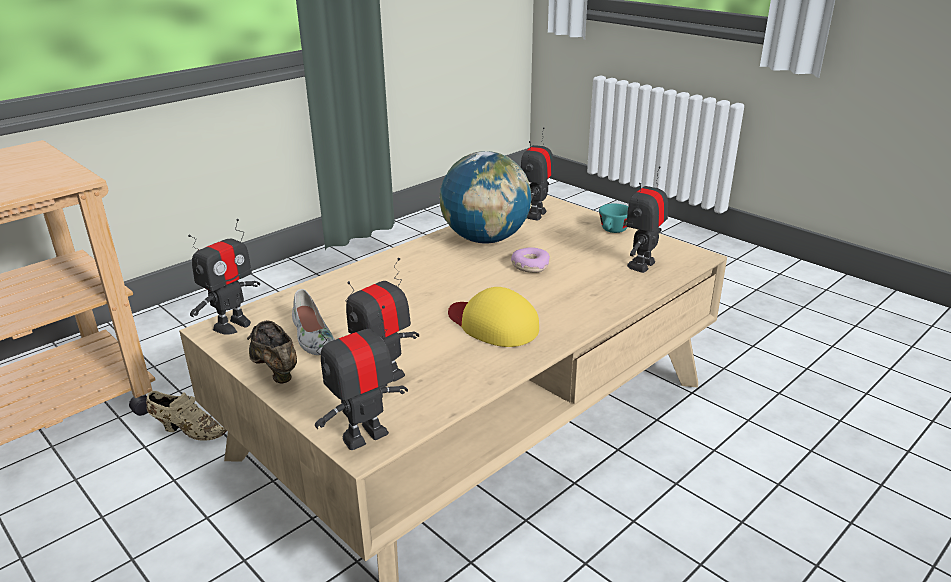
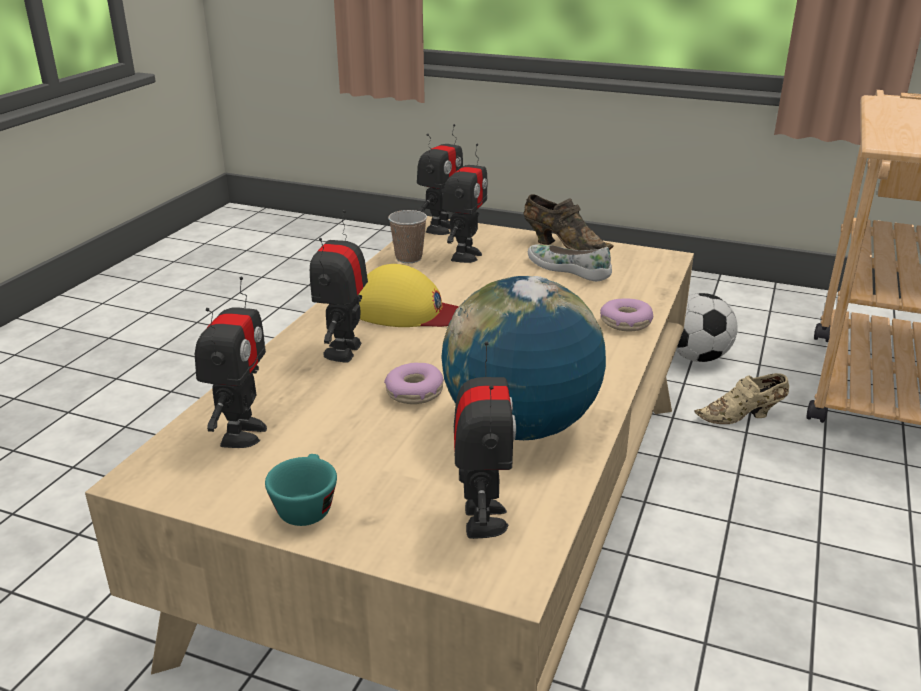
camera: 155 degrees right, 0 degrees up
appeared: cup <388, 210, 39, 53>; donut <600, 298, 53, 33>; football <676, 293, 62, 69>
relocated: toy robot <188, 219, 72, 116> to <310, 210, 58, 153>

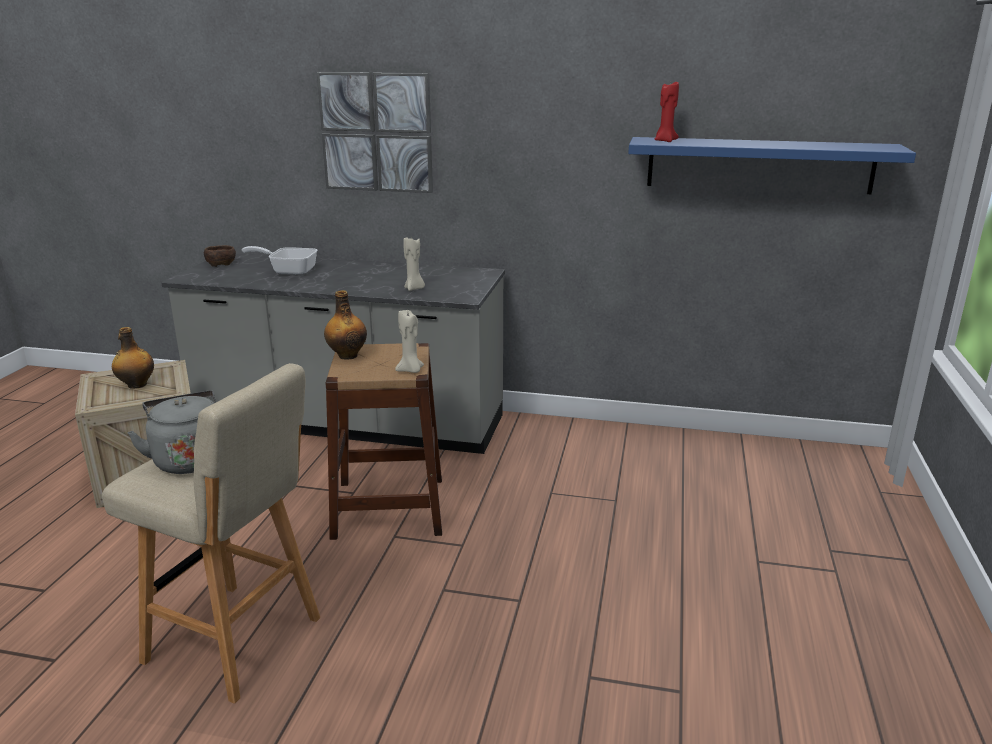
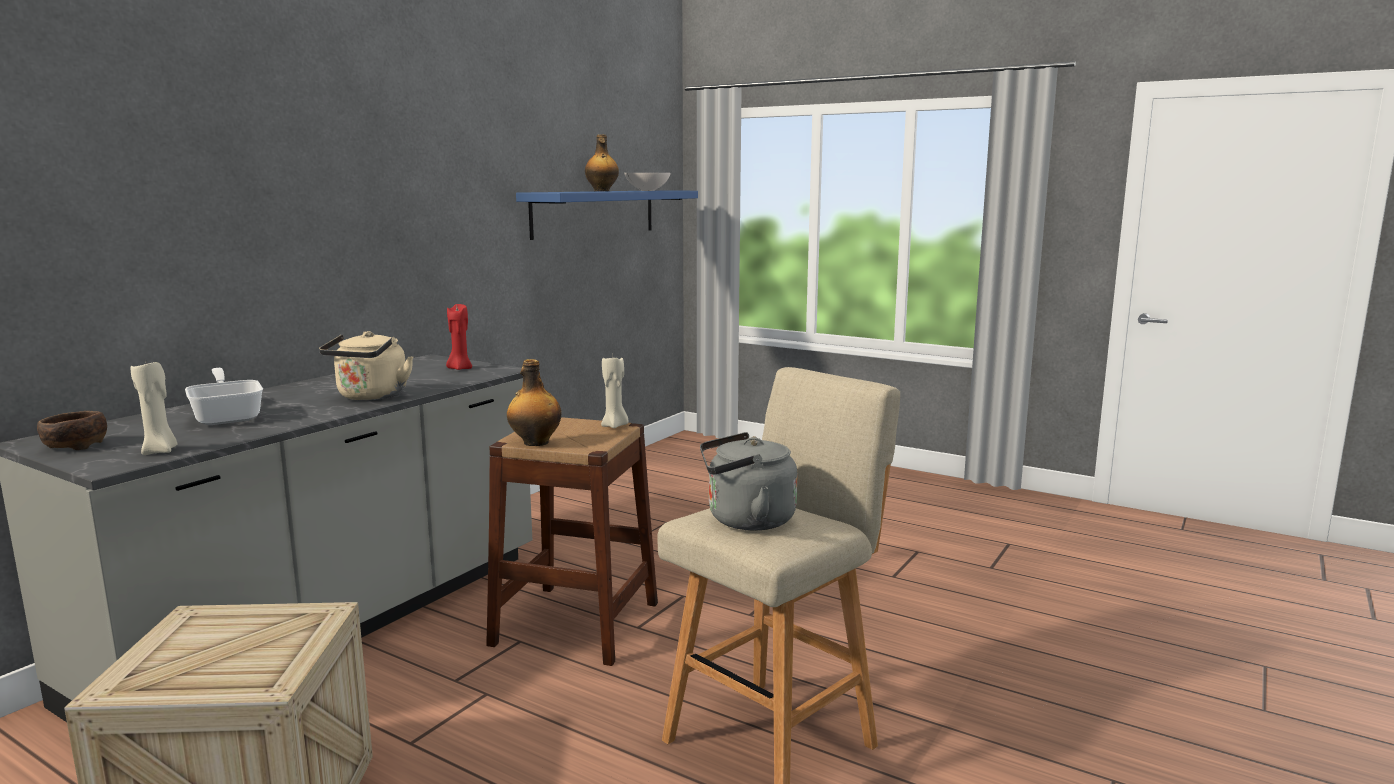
camera: 70 degrees left, 10 degrees down
missing: picture <317, 72, 116, 121>
appeared: beige kettle <319, 331, 94, 69>; white bowl <625, 173, 46, 18>
relocated: bottle <112, 327, 42, 62> to <585, 134, 34, 57>; beige candle <403, 235, 22, 56> to <131, 362, 47, 93>; red candle <655, 80, 24, 62> to <446, 304, 26, 66>
spun: frying pan <242, 246, 76, 29> = <185, 368, 78, 57> 120 degrees clockwise

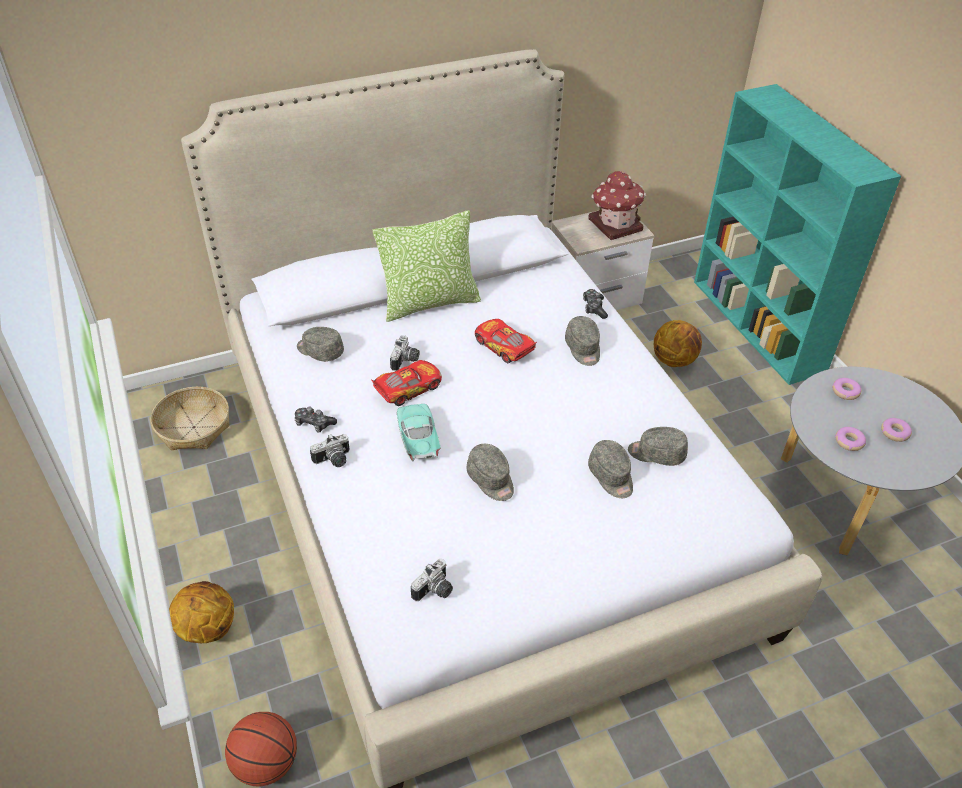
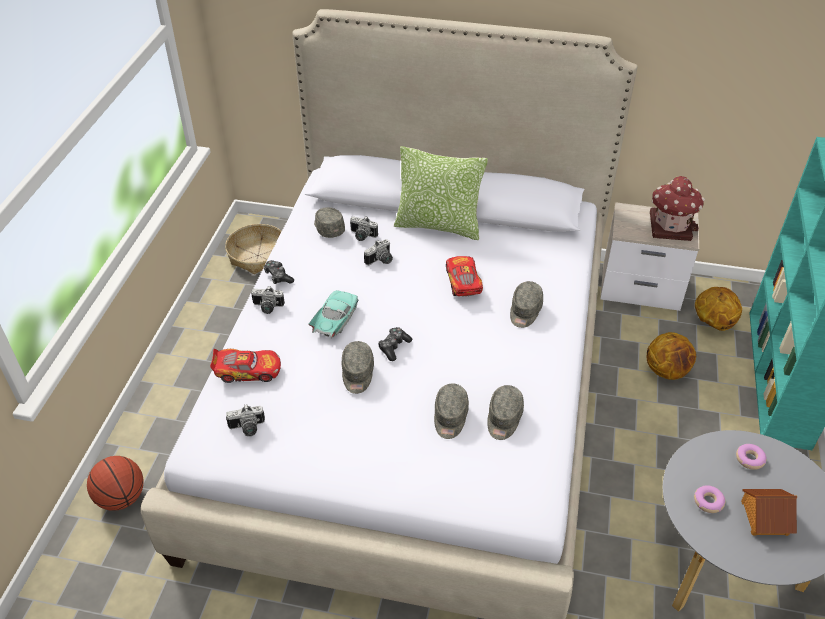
camera: 35 degrees right, 0 degrees up
appeared: photo camera <350, 216, 28, 25>
relocated: basketball <169, 581, 65, 62> to <695, 287, 47, 44>; toy car <371, 360, 71, 46> to <210, 349, 71, 34>; game controller <583, 289, 25, 30> to <378, 327, 34, 34>
exchanged: donut <881, 418, 31, 24> to toy house <741, 489, 56, 47>
spun: grey cap <628, 427, 60, 39> = <487, 385, 37, 55> 120 degrees counterclockwise

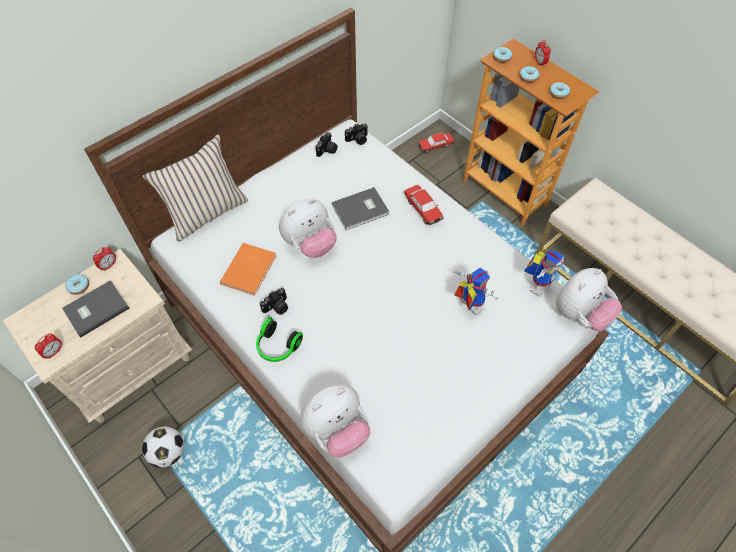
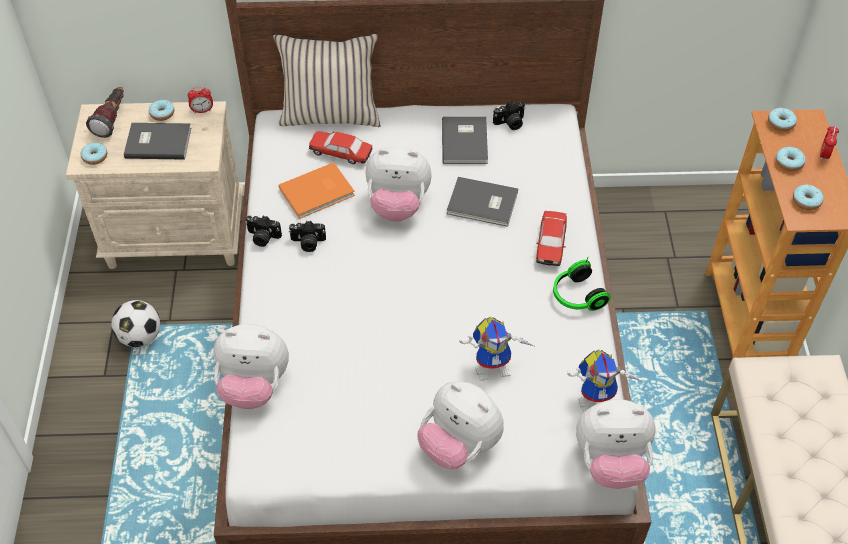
camera: 40 degrees right, 5 degrees down
appeared: flashlight <86, 87, 38, 51>; plush toy <418, 381, 86, 88>; grey book <442, 116, 46, 48>
relocated: headphones <256, 315, 47, 47> to <553, 257, 58, 54>; photo camera <345, 123, 23, 22> to <245, 215, 37, 32>; toy car <418, 133, 37, 20> to <309, 131, 64, 33>
exchanged: alarm clock <35, 334, 27, 25> to donut <80, 143, 27, 22>
spun: toy robot <454, 268, 45, 48> = <459, 317, 77, 64> 75 degrees clockwise

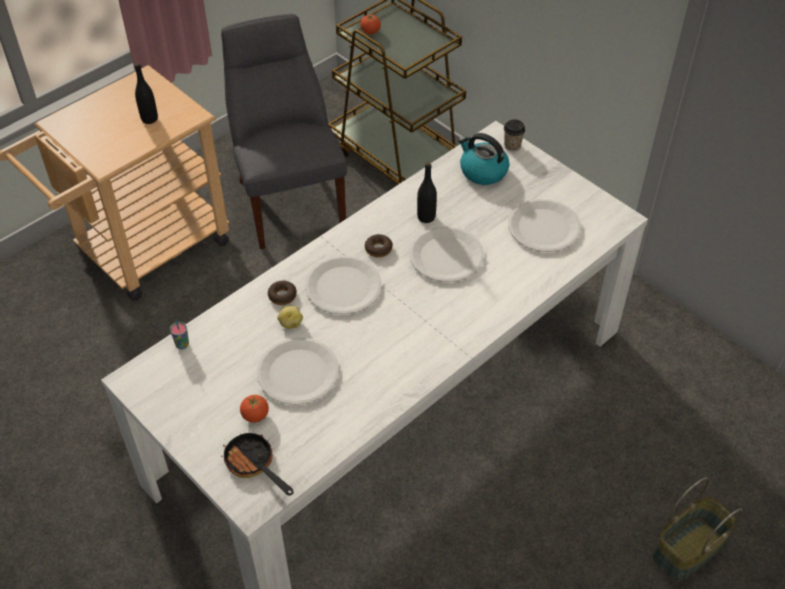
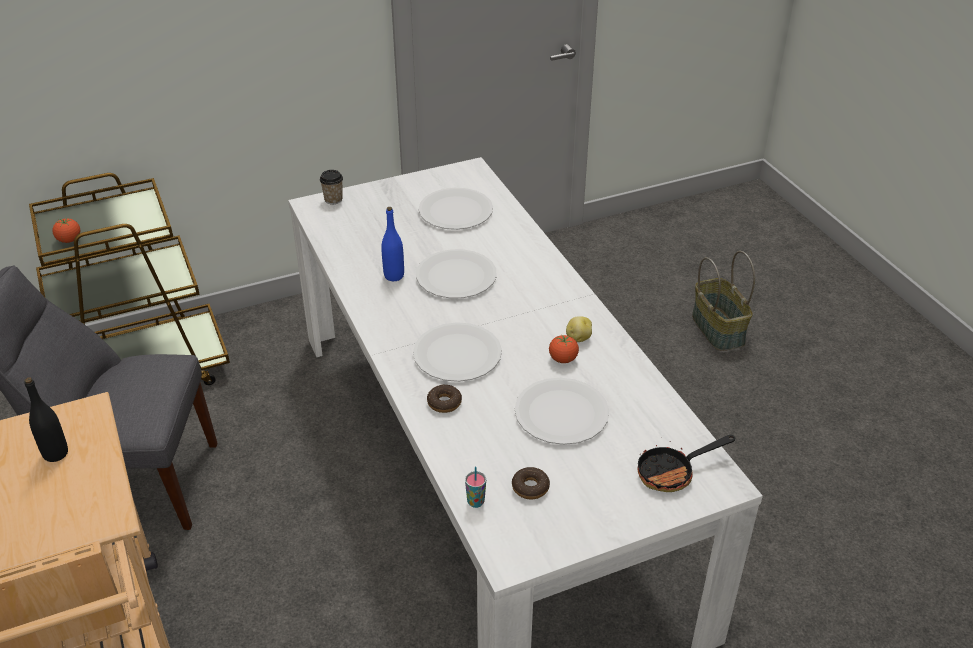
camera: 70 degrees left, 10 degrees down
missing: kettle <458, 133, 51, 52>
relocated: tomato <240, 395, 29, 28> to <549, 335, 30, 28>; potato <277, 306, 26, 23> to <566, 316, 26, 26>; donut <365, 234, 28, 24> to <512, 467, 38, 32>
colour: black bottle <417, 162, 20, 61> to blue bottle <381, 207, 23, 74>

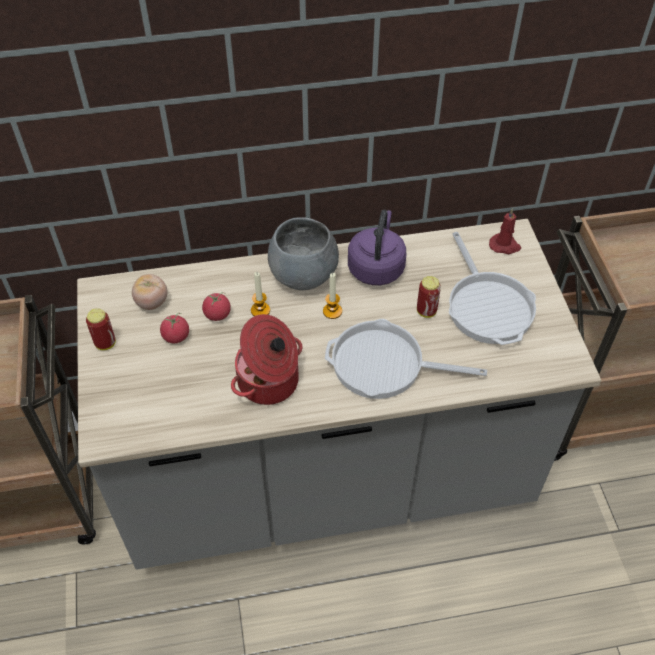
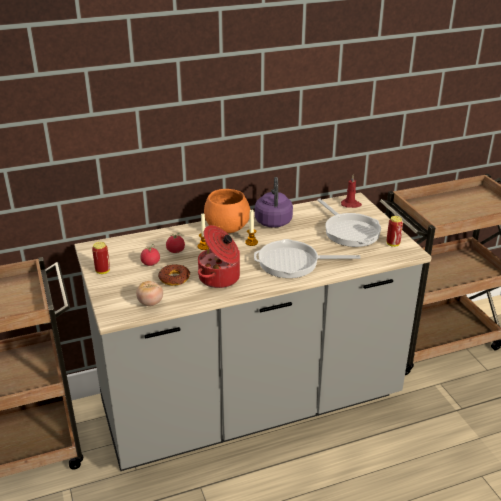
camera: 10 degrees left, 20 degrees down
appeared: donut <158, 264, 32, 22>
relocated: tomato <132, 274, 36, 36> to <136, 281, 27, 25>; can <417, 276, 24, 42> to <387, 216, 16, 31>
colour: grey bowl <268, 217, 71, 73> to orange bowl <204, 189, 46, 44>

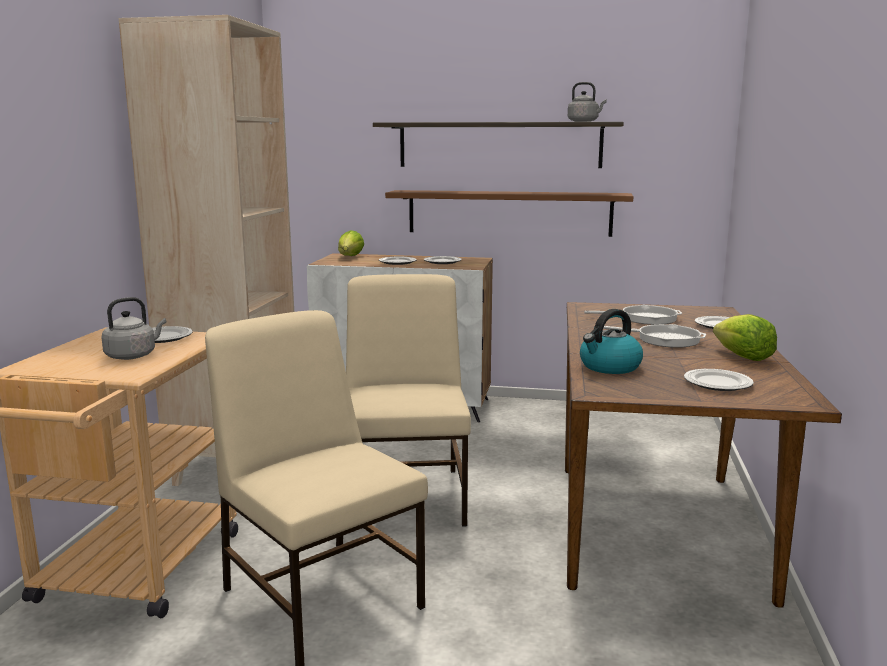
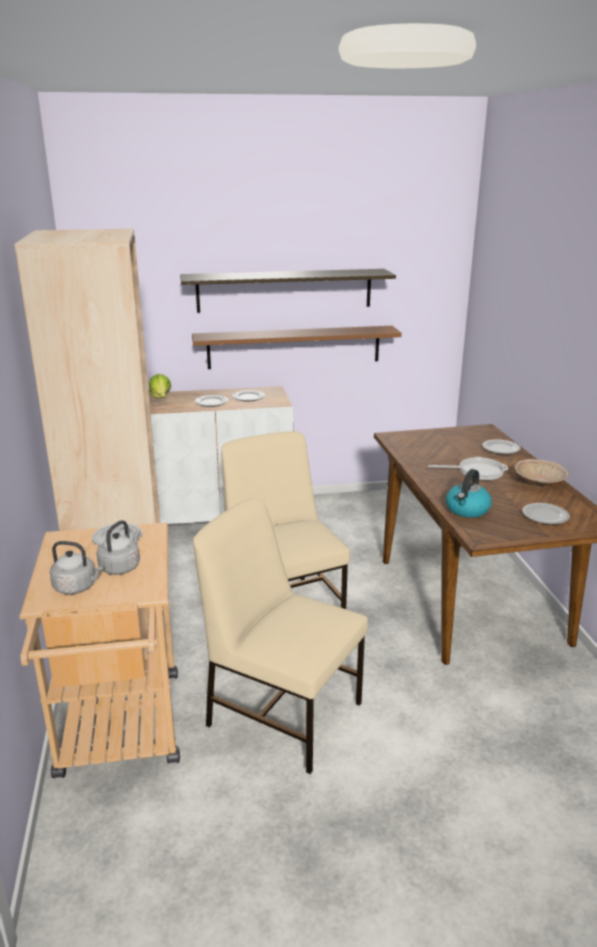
camera: 20 degrees left, 10 degrees up
missing: frying pan <584, 305, 98, 20>
relocated: grey kettle <568, 82, 39, 40> to <50, 541, 53, 53>
exchanged: lettuce <713, 314, 64, 47> to beige bowl <515, 459, 54, 27>

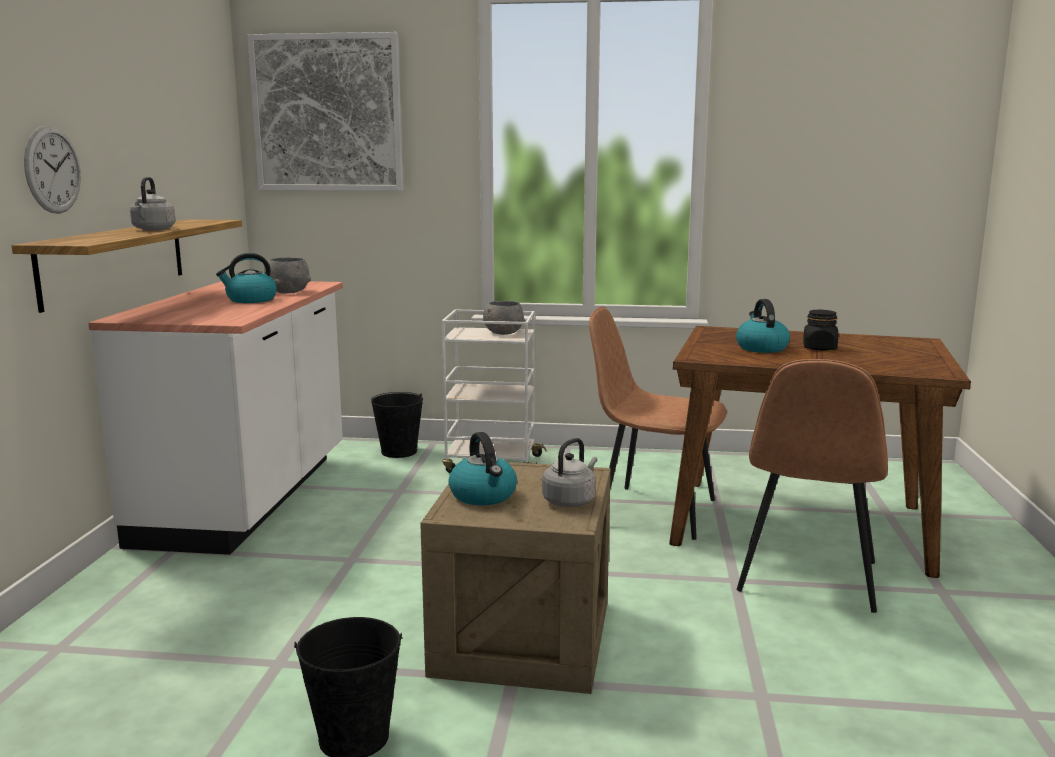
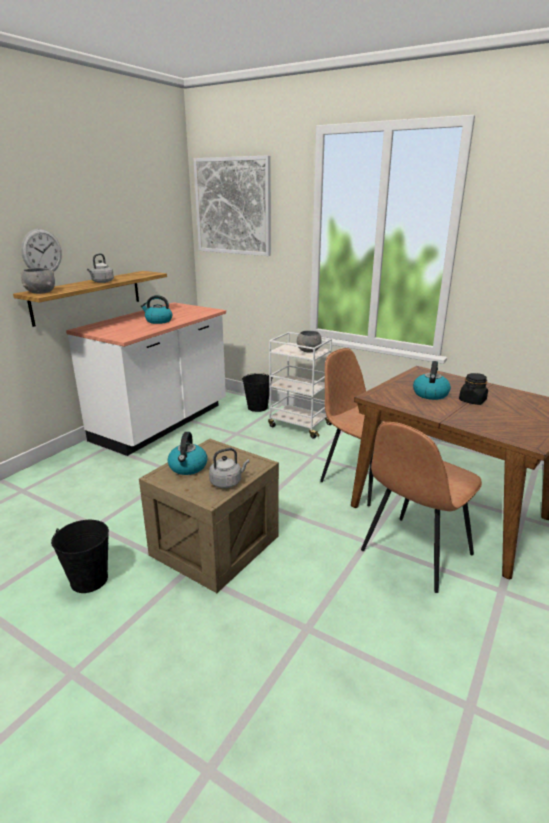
camera: 25 degrees right, 10 degrees up
relocated: grey bowl <264, 258, 47, 35> to <21, 268, 34, 26>

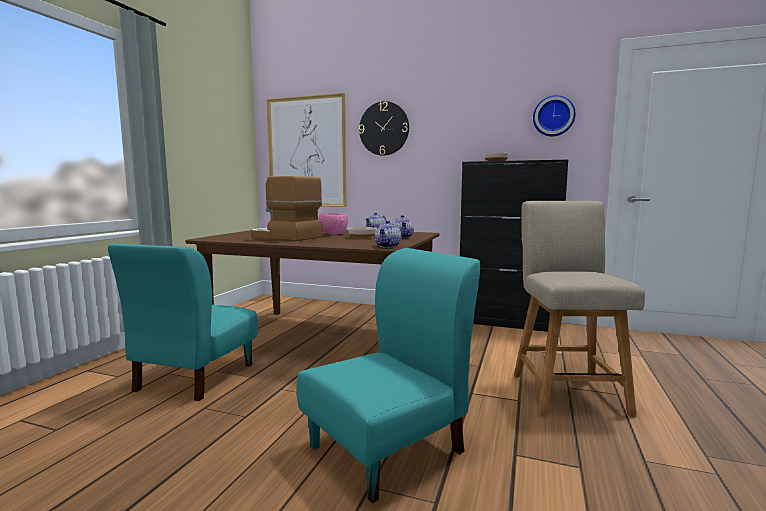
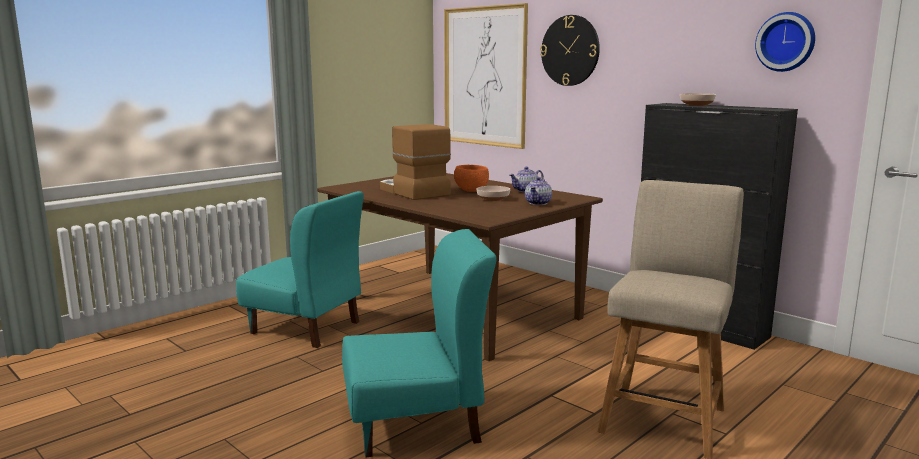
camera: 25 degrees right, 5 degrees up
missing: teapot <375, 220, 26, 28>
colour: pink bowl <318, 213, 30, 22> to orange bowl <454, 165, 35, 27>
spun: turquoise chair <108, 244, 150, 157> = <236, 191, 128, 157> 105 degrees counterclockwise

